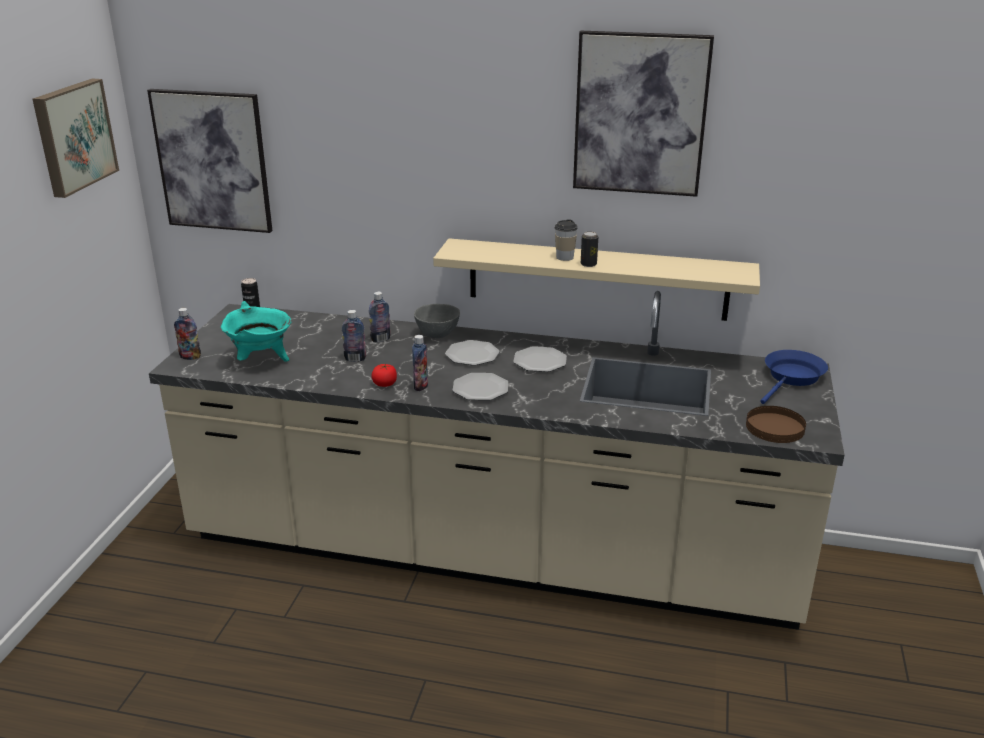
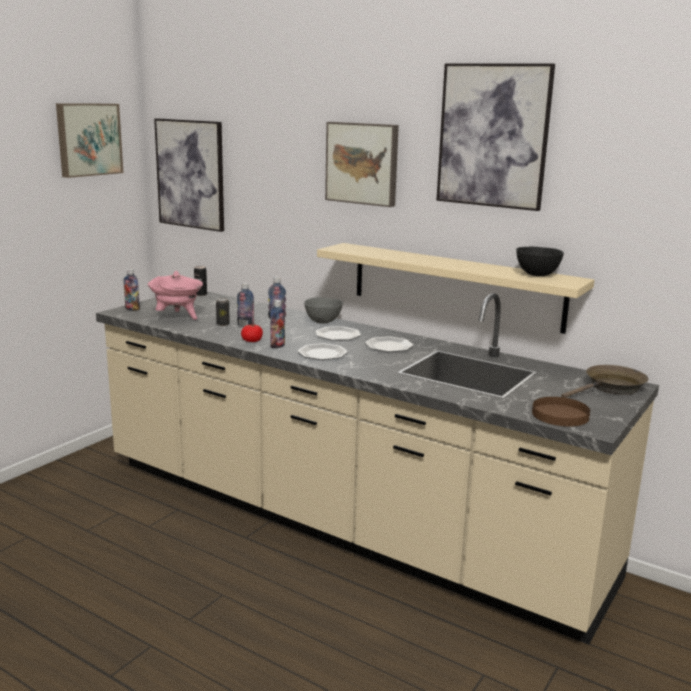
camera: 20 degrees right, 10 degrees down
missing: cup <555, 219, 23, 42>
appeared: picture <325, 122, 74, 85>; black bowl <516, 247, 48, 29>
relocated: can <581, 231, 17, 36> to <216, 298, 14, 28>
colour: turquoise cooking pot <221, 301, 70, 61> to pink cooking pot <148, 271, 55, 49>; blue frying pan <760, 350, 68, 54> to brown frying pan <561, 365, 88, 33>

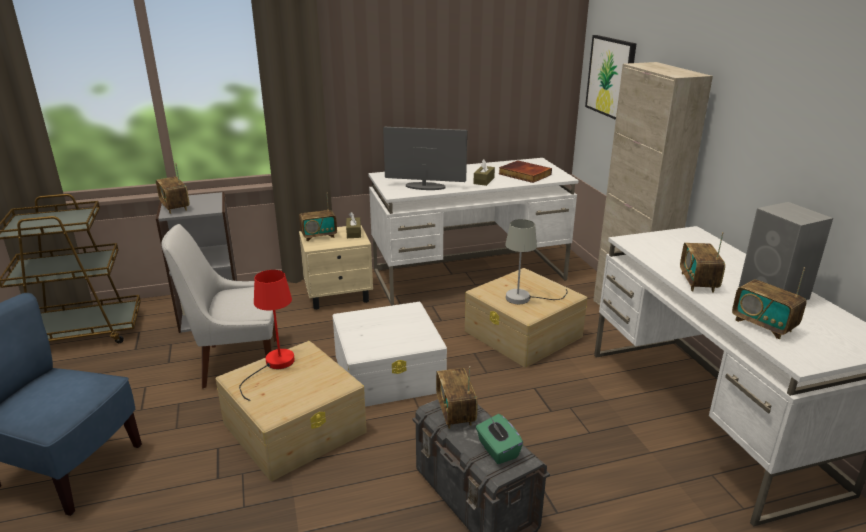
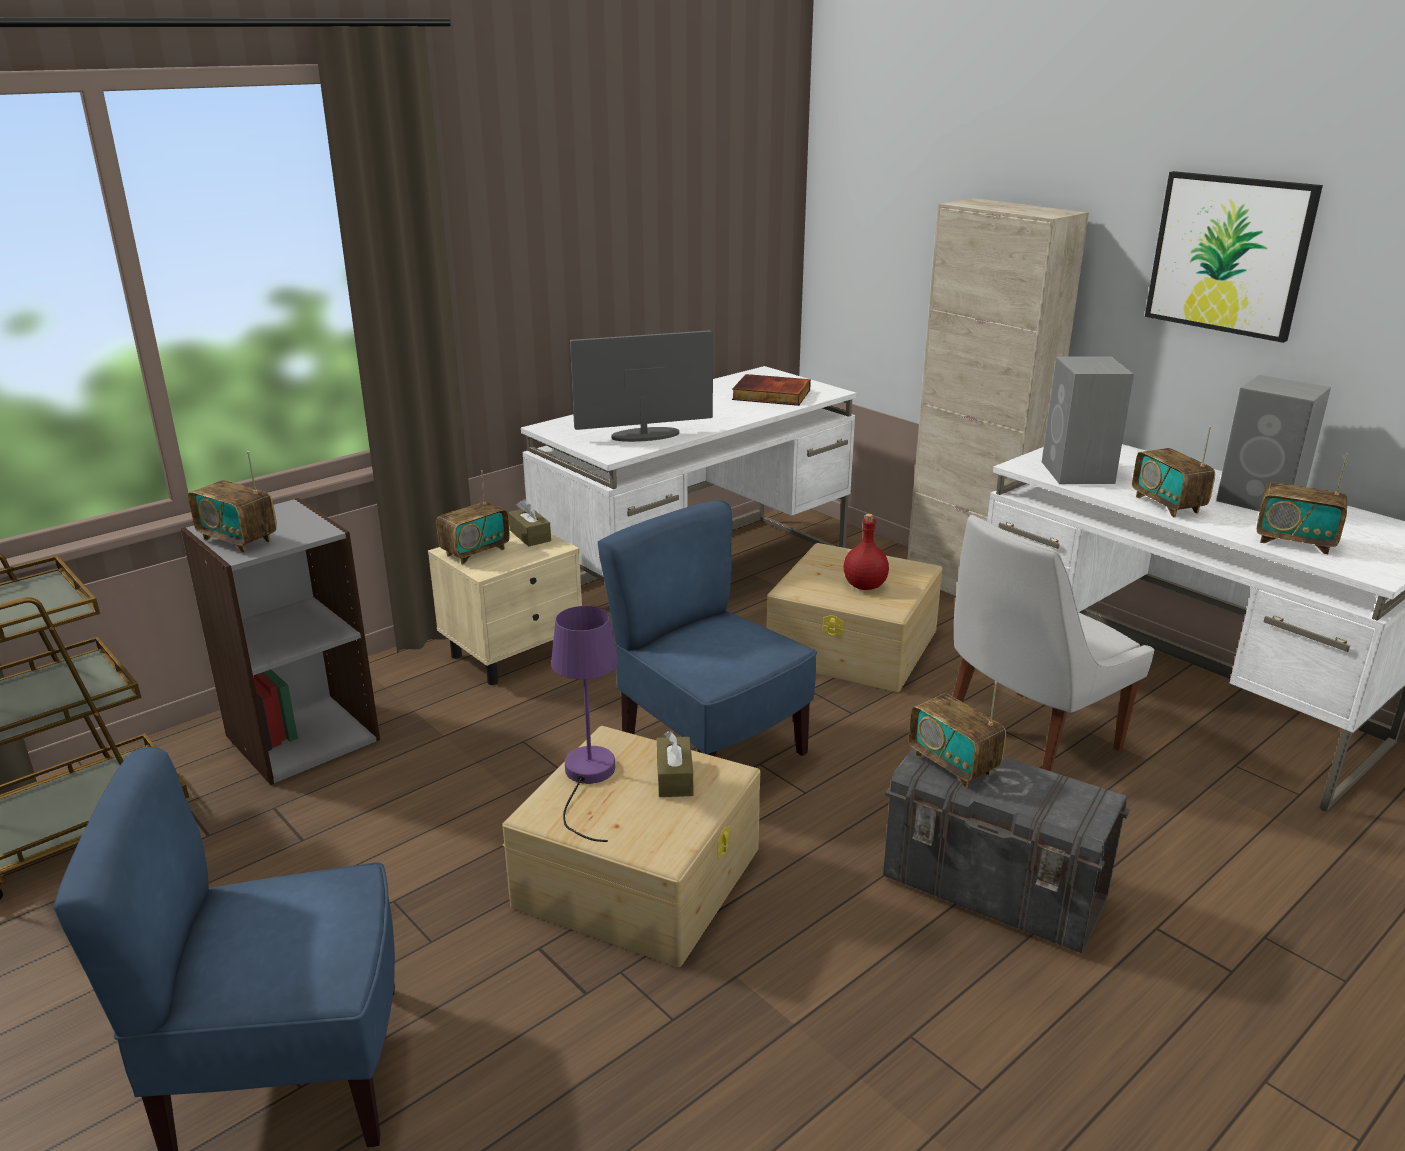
camera: 25 degrees left, 0 degrees up
missing: green tissue box <476, 414, 47, 50>
appeared: grey speaker <1042, 356, 92, 128>
relocated: white chair <161, 224, 116, 164> to <953, 515, 202, 257>; brown tissue box <473, 159, 22, 27> to <657, 731, 36, 66>; picture <585, 35, 52, 85> to <1145, 171, 178, 172>
exchanged: white storage box <332, 302, 115, 105> to blue chair <598, 500, 219, 257>; grey table lamp <505, 219, 63, 85> to red bottle <844, 514, 45, 76>
colour: red table lamp <239, 270, 56, 131> to purple table lamp <551, 606, 67, 236>

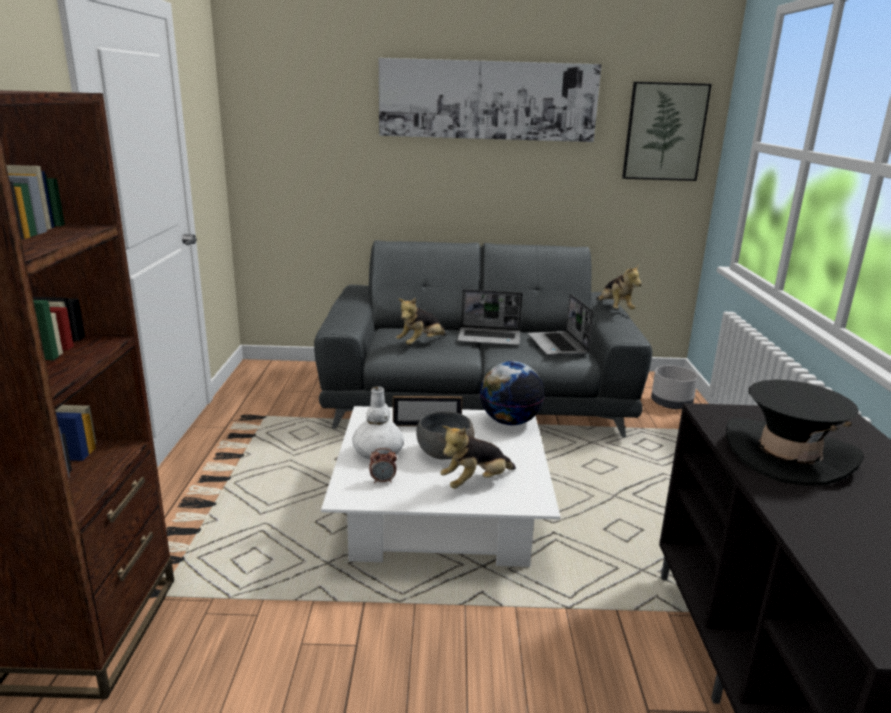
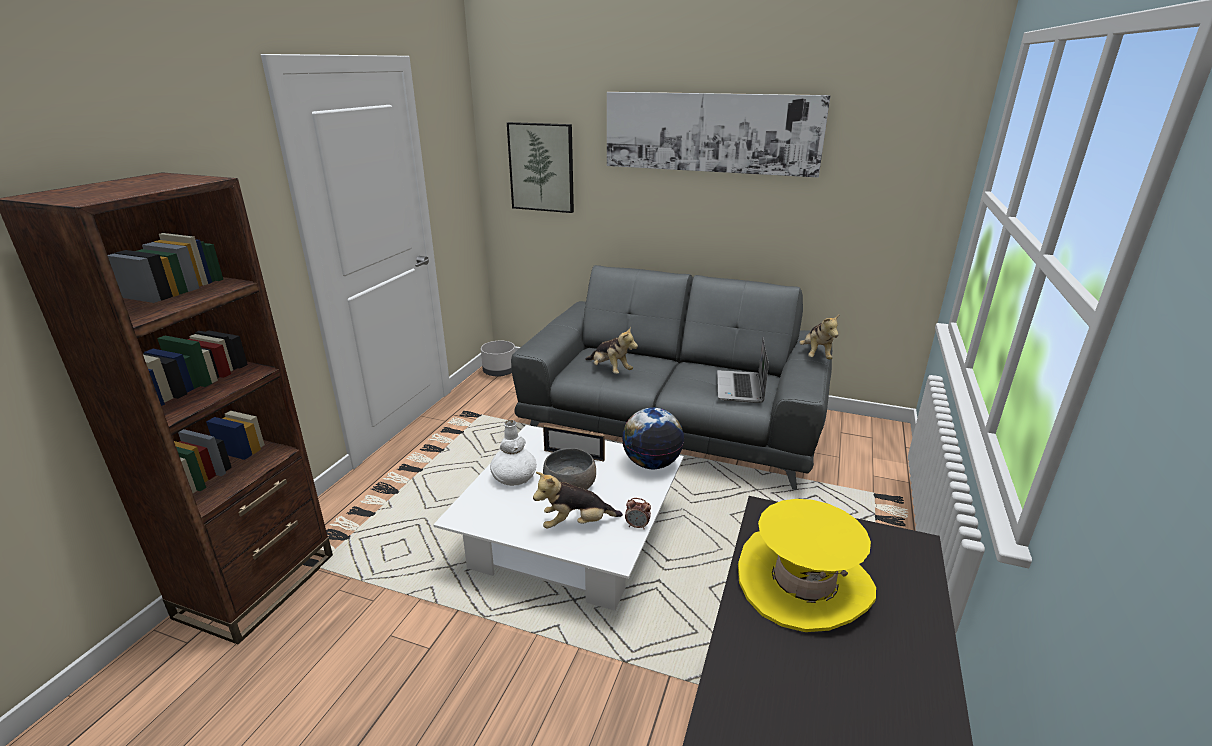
camera: 20 degrees right, 5 degrees up
missing: laptop <457, 289, 66, 57>
relocated: alarm clock <369, 448, 28, 35> to <625, 498, 26, 32>; picture <622, 82, 90, 99> to <507, 122, 67, 91>; grey planter <651, 366, 47, 43> to <481, 341, 34, 36>
colour: black hat <726, 380, 138, 106> to yellow hat <738, 499, 138, 133>
spun: plush toy <396, 298, 50, 47> = <585, 326, 53, 48> 105 degrees counterclockwise

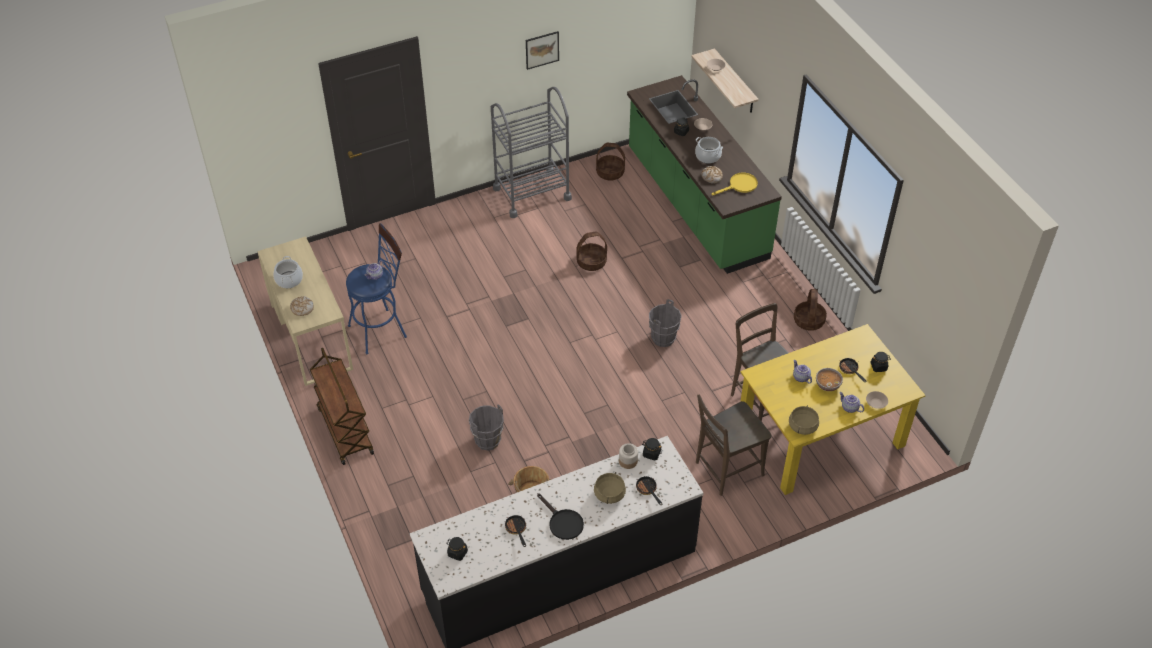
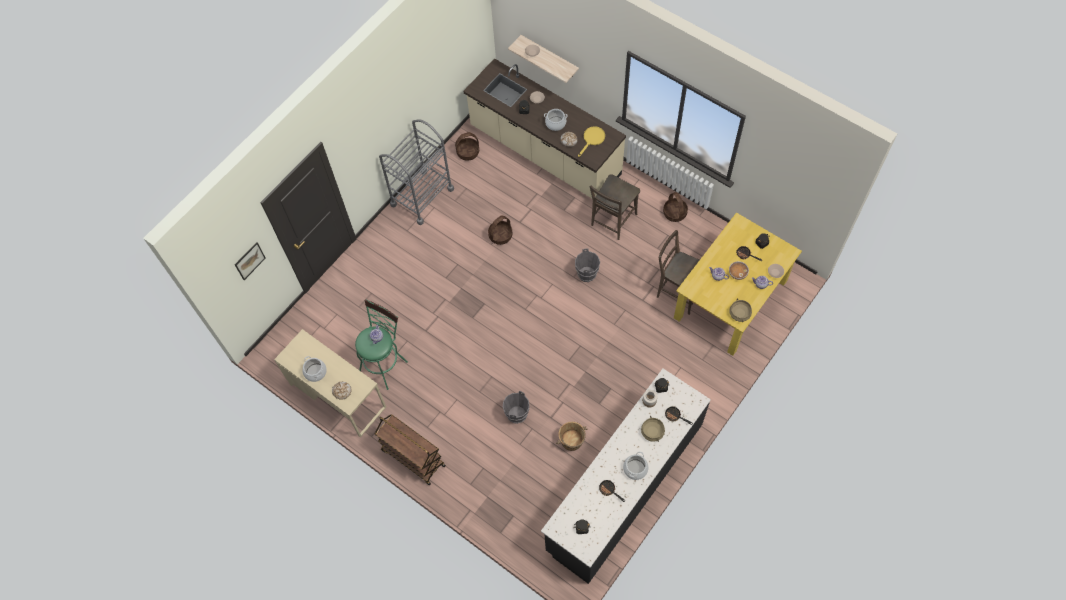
camera: 25 degrees left, 15 degrees up
relocated: picture <526, 31, 33, 39> to <235, 242, 31, 38>; brown chair <696, 395, 76, 101> to <590, 174, 50, 66>
exchanged: black frying pan <537, 493, 47, 47> to cooking pot <623, 452, 26, 28>
colour: blue stool <346, 223, 61, 131> to green stool <355, 299, 53, 91>; green counter <627, 75, 155, 199> to beige counter <463, 58, 163, 140>

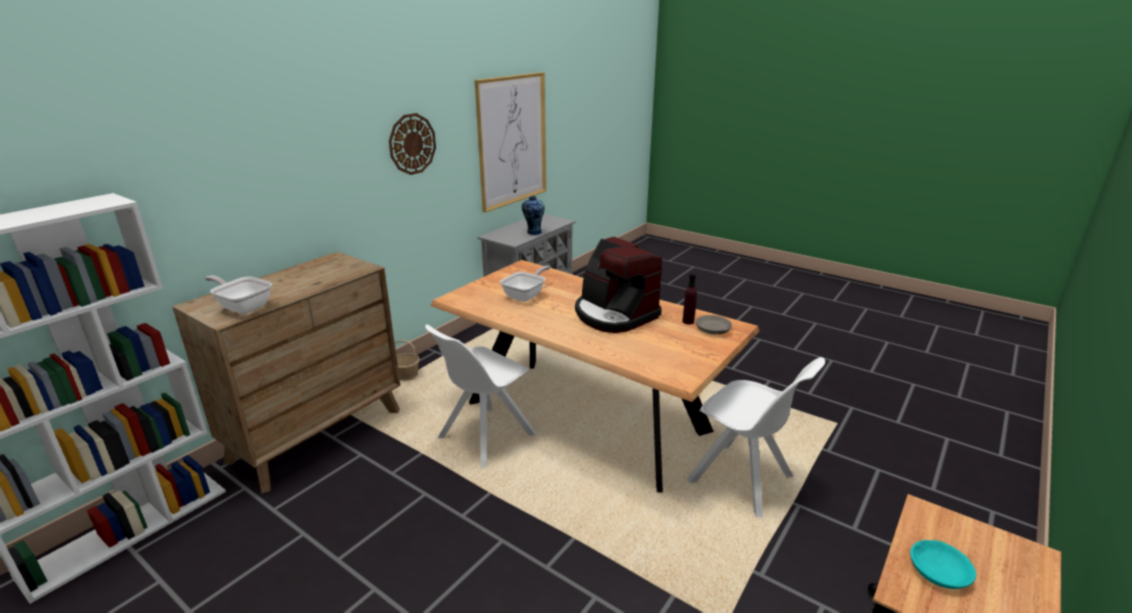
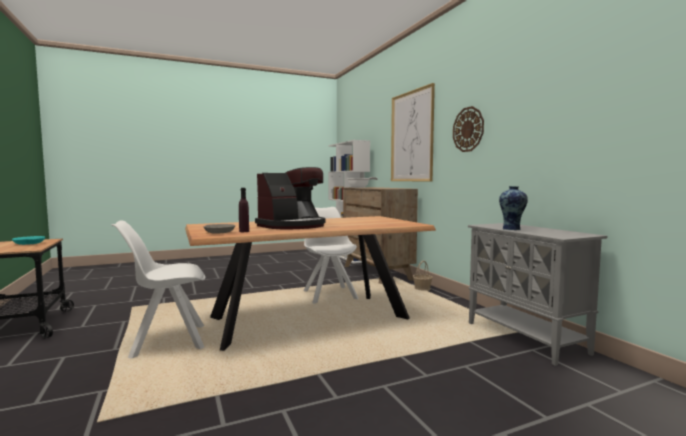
camera: 120 degrees right, 20 degrees down
missing: frying pan <500, 266, 50, 36>
relocated: picture <475, 72, 71, 140> to <391, 83, 44, 98>
spun: coffee machine <575, 237, 88, 96> = <255, 167, 71, 63> 150 degrees clockwise

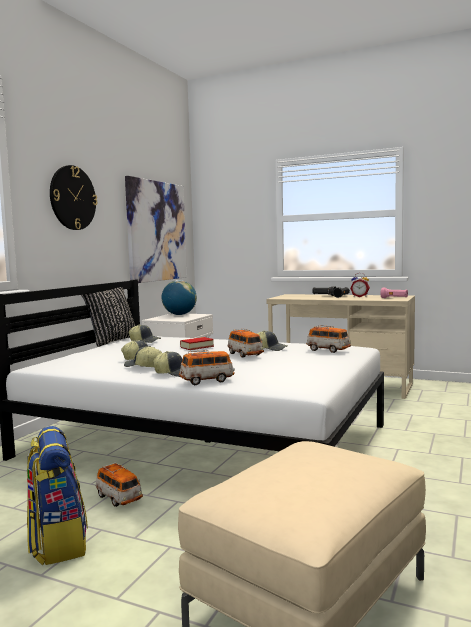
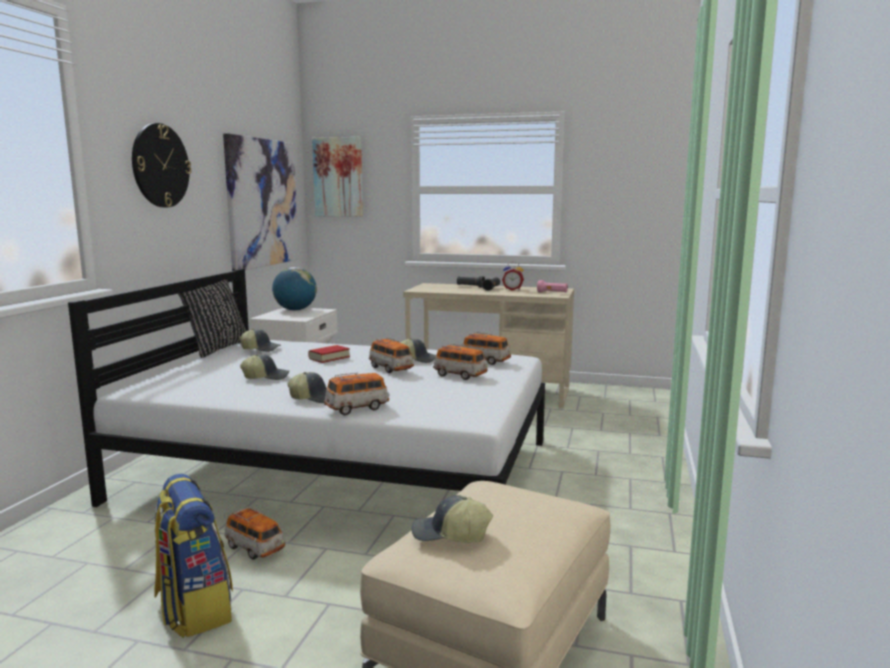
camera: 10 degrees left, 5 degrees up
appeared: picture <312, 137, 51, 80>; toy car <433, 344, 55, 36>
relocated: cap <124, 346, 38, 21> to <411, 495, 82, 48>

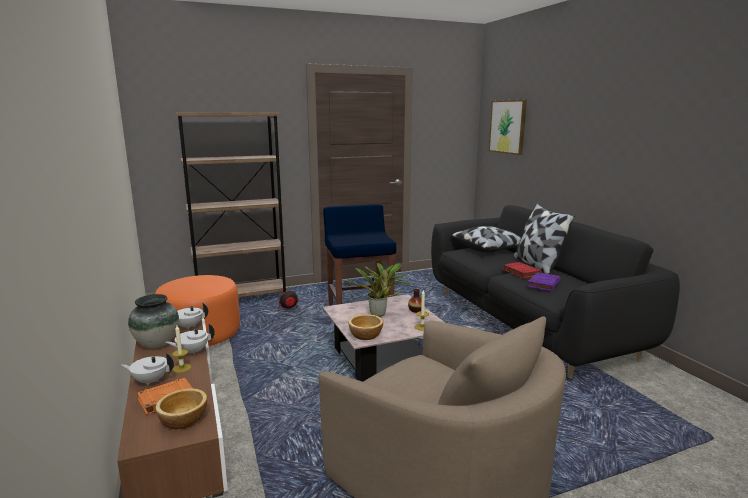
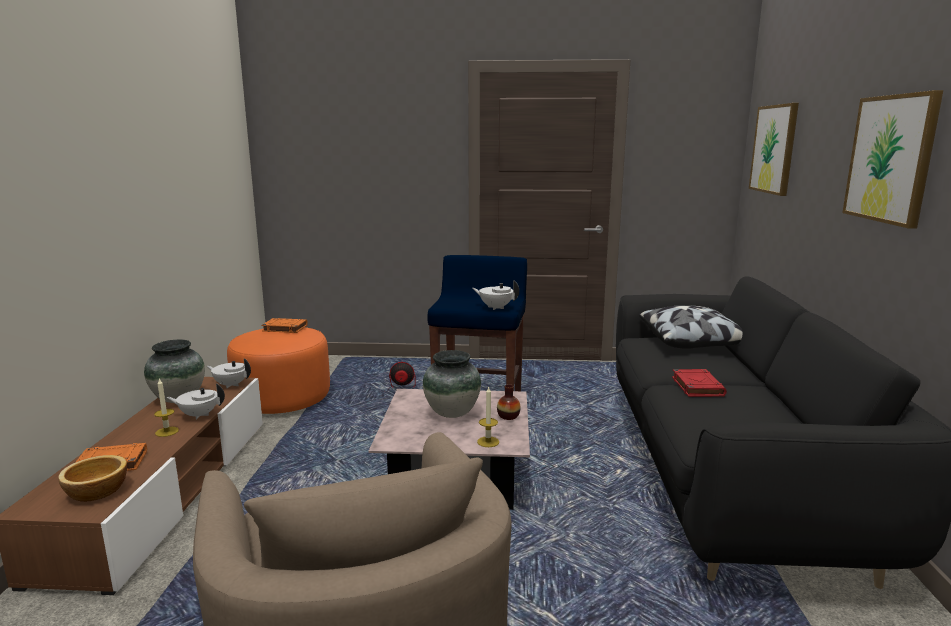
camera: 25 degrees right, 0 degrees up
missing: brown bookcase <176, 112, 111, 185>; bowl <349, 314, 34, 26>; pillow <514, 203, 61, 71>; purple book <528, 272, 33, 19>
appeared: orange book <262, 318, 46, 15>; picture <842, 90, 101, 139>
relocated: white teapot <121, 353, 53, 33> to <472, 280, 47, 30>
exchanged: potted plant <344, 263, 71, 54> to vase <423, 350, 58, 68>

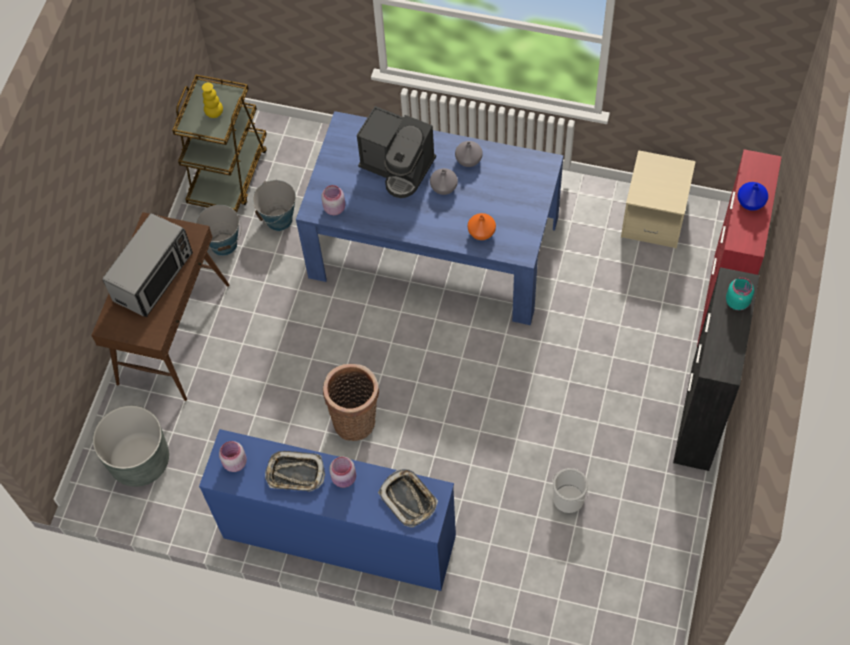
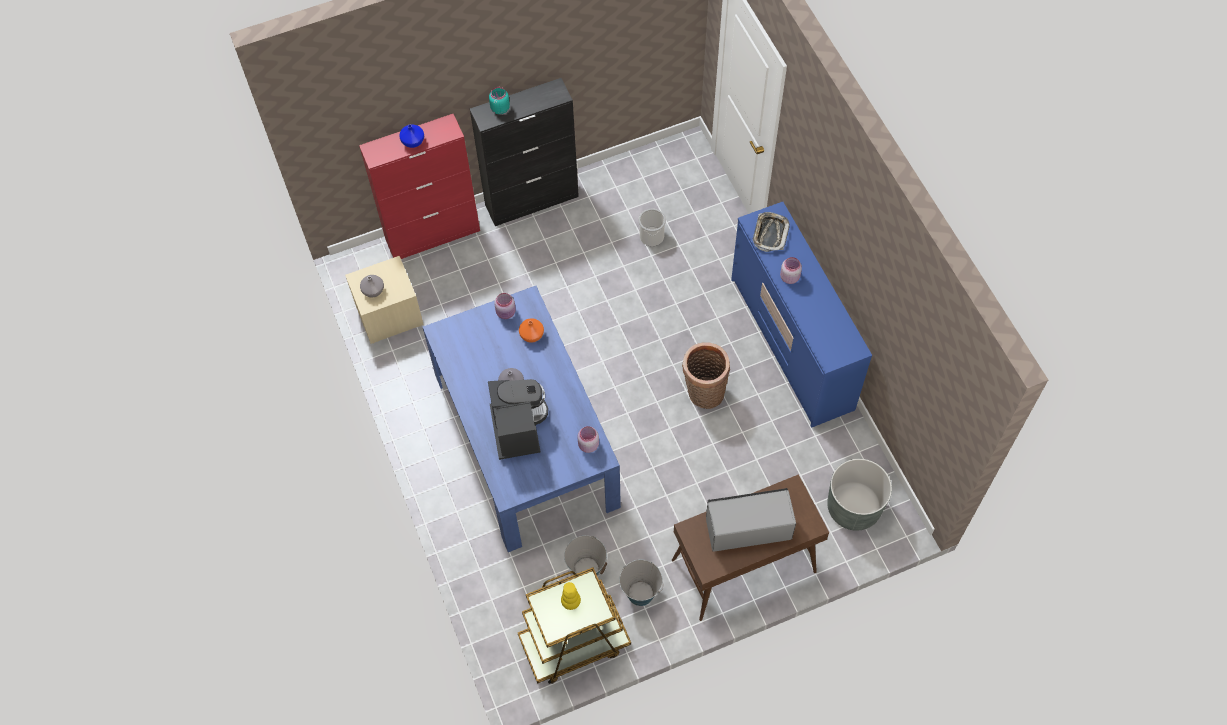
camera: 130 degrees left, 0 degrees up
missing: tray <265, 451, 60, 41>
relocated: pink jar <219, 441, 28, 31> to <494, 293, 22, 26>; grey vase <455, 141, 28, 26> to <360, 275, 24, 22>

